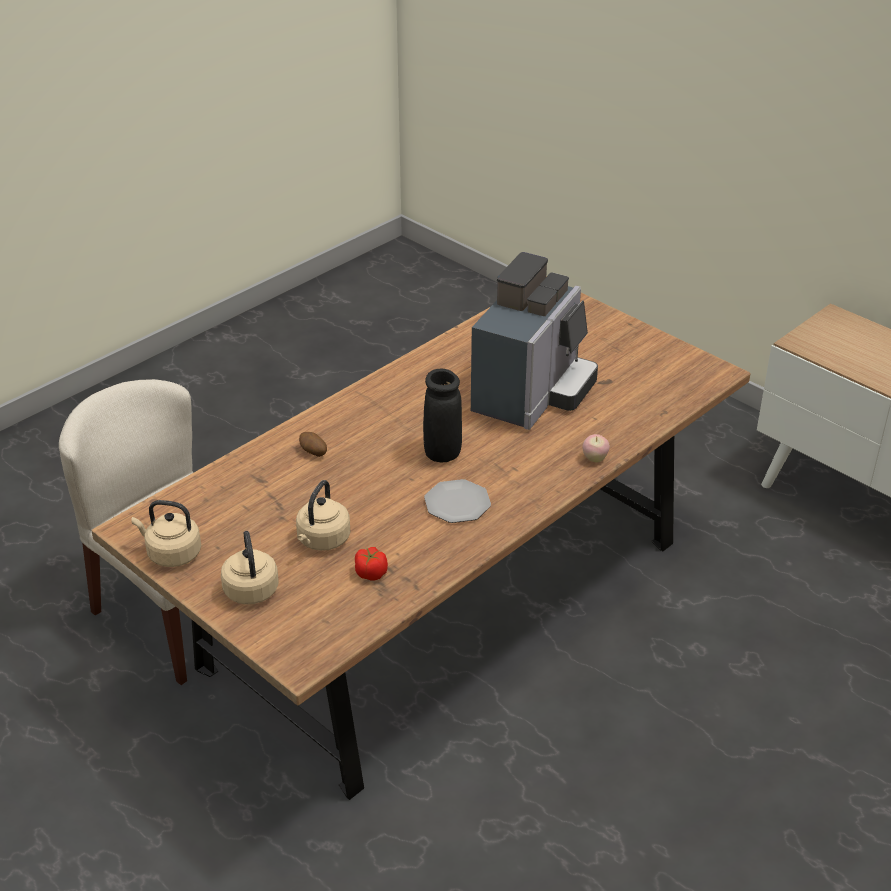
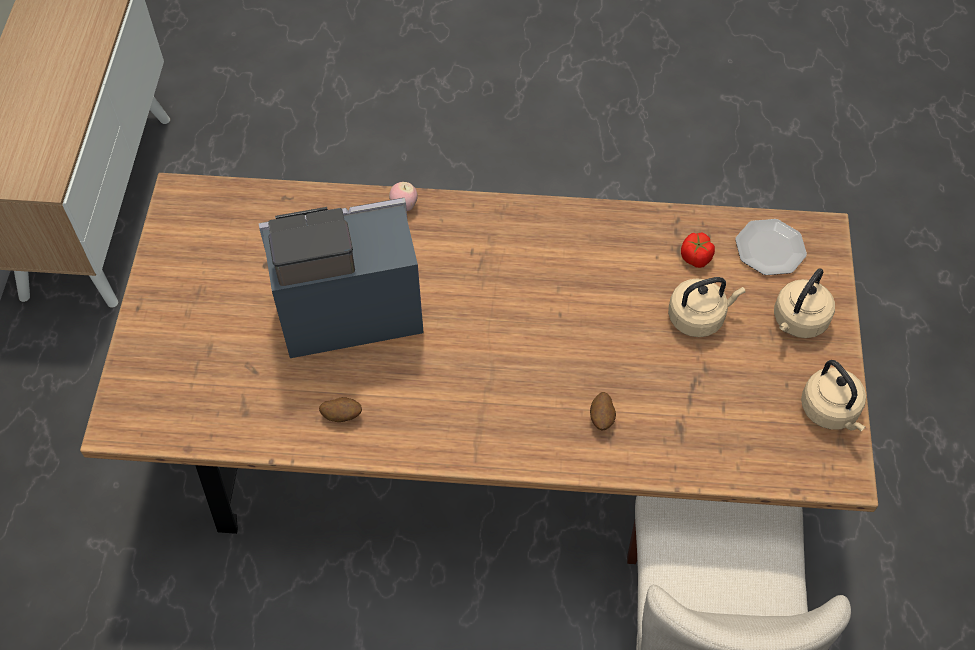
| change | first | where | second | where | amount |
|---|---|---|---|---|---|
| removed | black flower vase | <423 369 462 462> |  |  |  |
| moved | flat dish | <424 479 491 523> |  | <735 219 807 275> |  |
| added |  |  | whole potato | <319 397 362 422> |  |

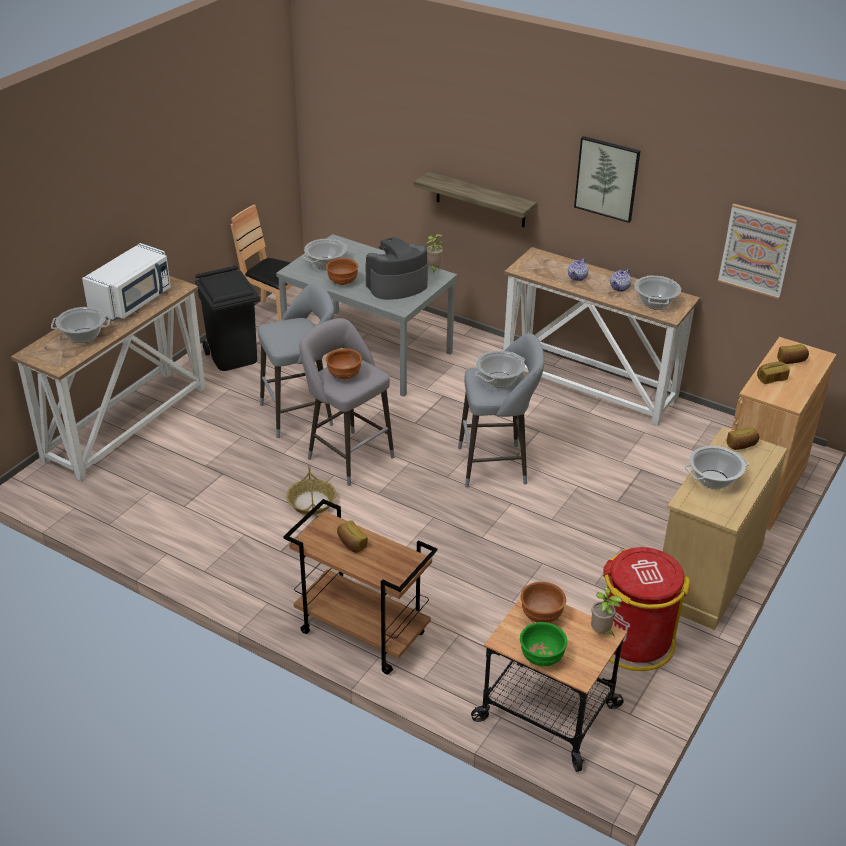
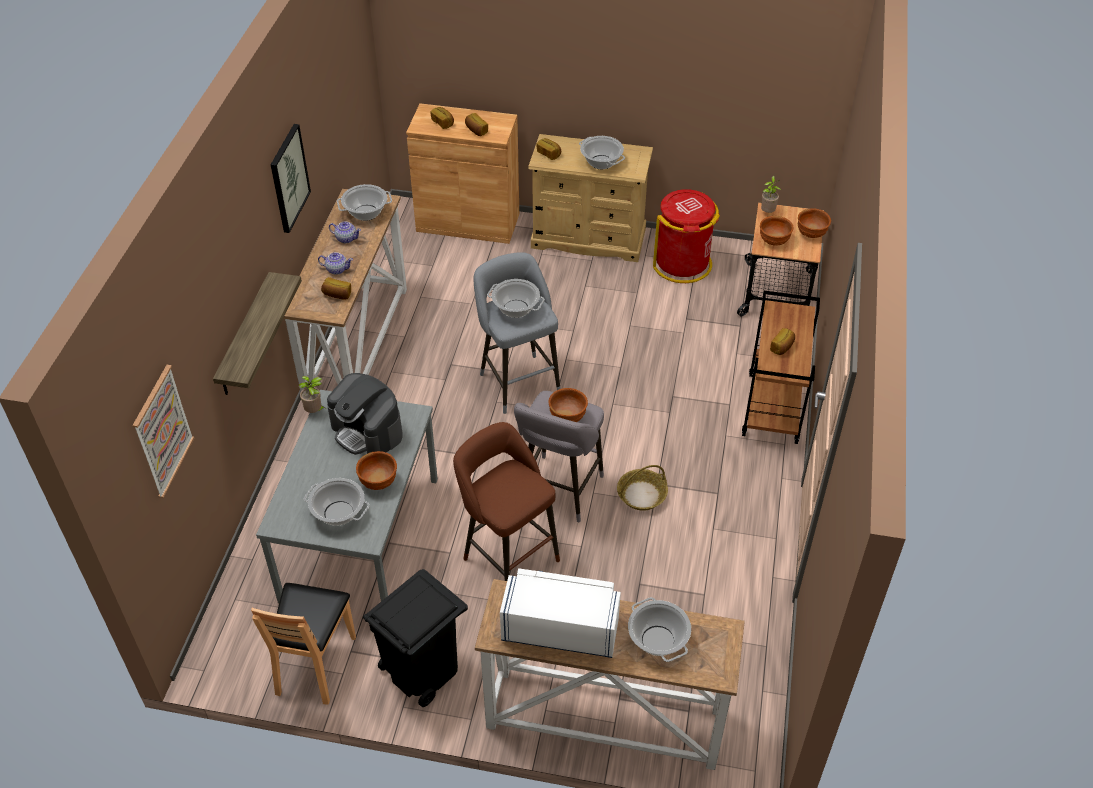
| change | first | where | second | where | amount |
|---|---|---|---|---|---|
| moved | picture | <718 203 797 299> |  | <132 365 194 498> |  |
| recoloured | greyish stool seat | <258 283 334 438> | brown stool seat | <453 422 560 581> |  |
| recoloured | greenish serving bowl | <520 622 567 666> | brown serving bowl | <798 208 831 238> |  |
| added |  |  | baked bread | <321 277 351 300> |  |

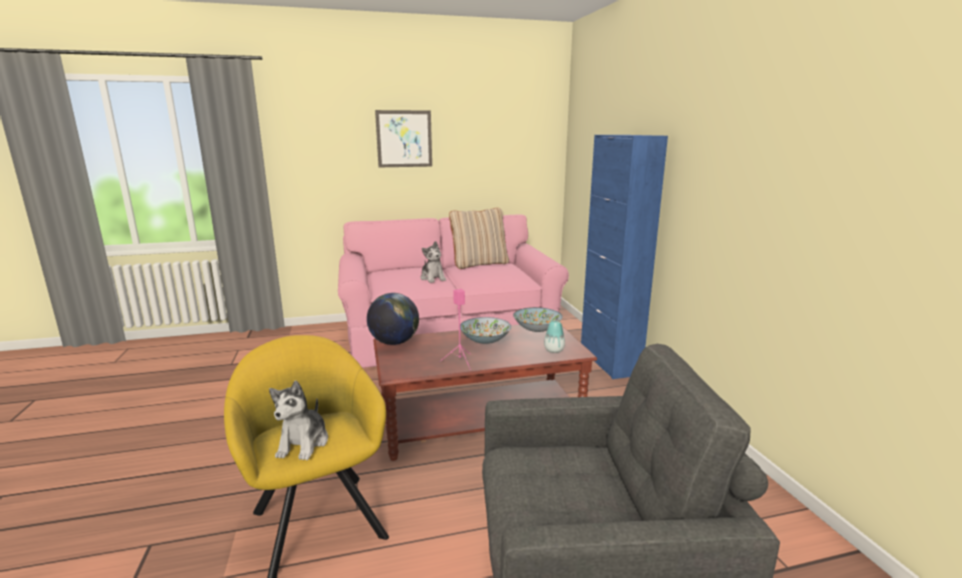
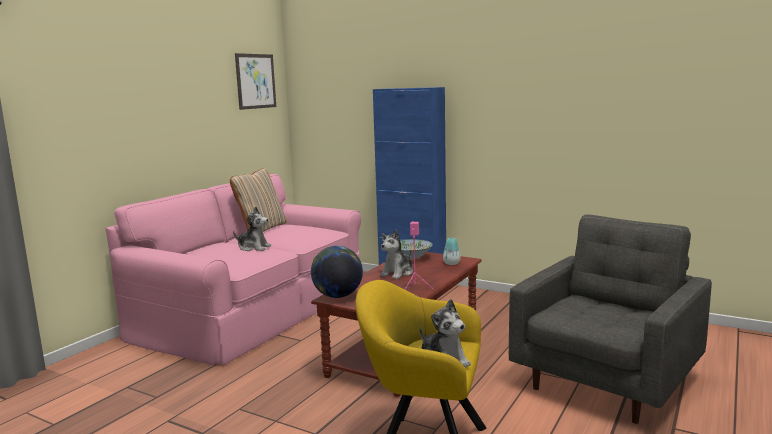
| change | first | where | second | where | amount |
|---|---|---|---|---|---|
| moved | picture | <375 110 432 167> |  | <235 53 276 110> |  |
| replaced | serving bowl | <460 317 511 344> | cuddly toy | <380 229 413 279> |  |

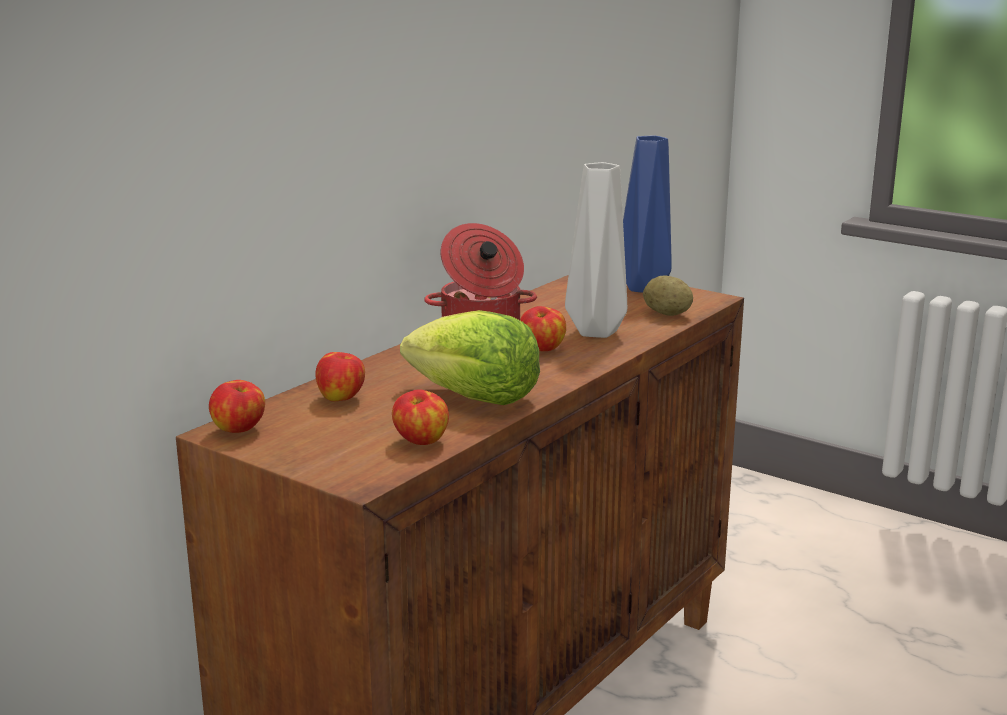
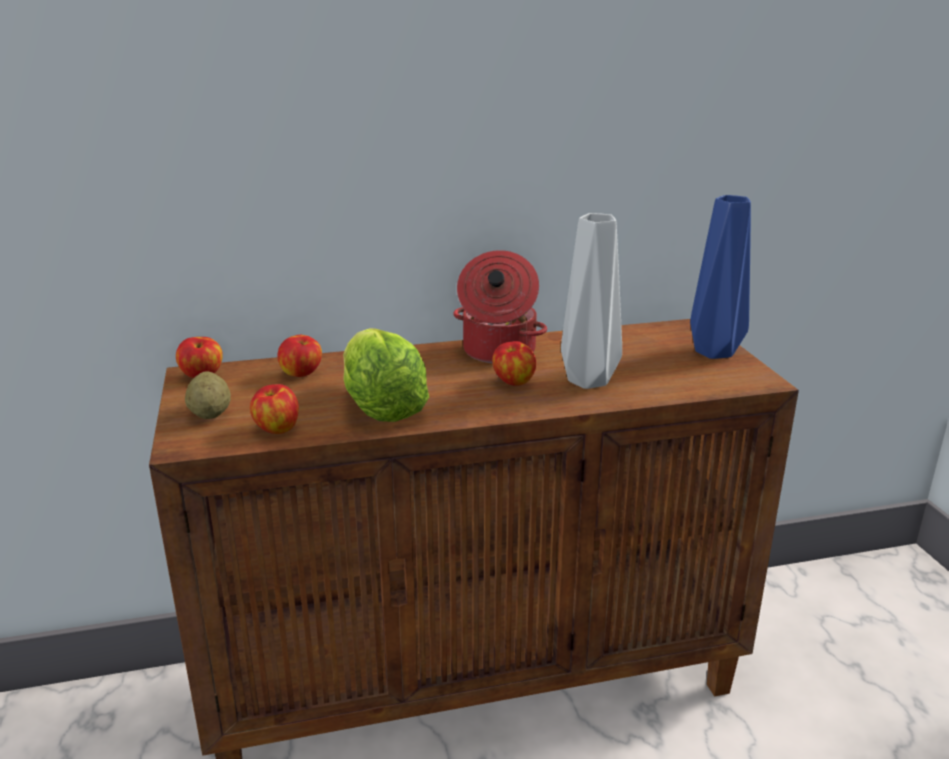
| change | first | where | second | where | amount |
|---|---|---|---|---|---|
| moved | whole potato | <643 276 693 316> |  | <185 371 231 419> |  |

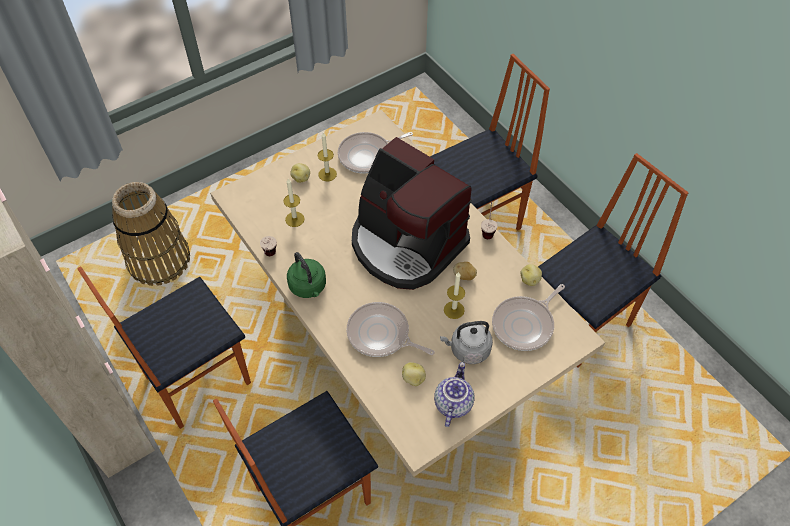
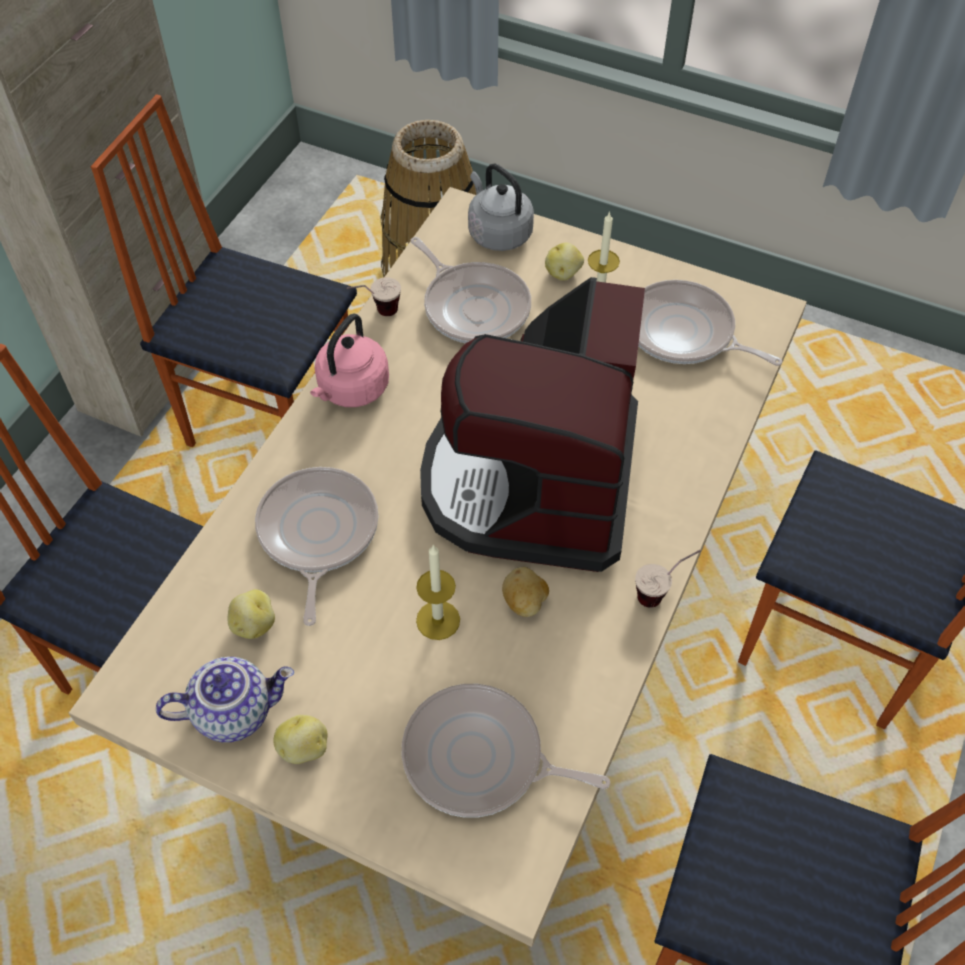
| change | first | where | second | where | amount |
|---|---|---|---|---|---|
| replaced | candle | <283 179 305 227> | frying pan | <410 237 531 343> |  |
| recoloured | greenish water kettle | <287 252 326 298> | pink water kettle | <310 314 389 407> |  |
| moved | whole potato | <520 264 542 286> |  | <274 715 327 764> |  |
| moved | greyish water kettle | <440 321 493 364> |  | <468 164 534 251> |  |

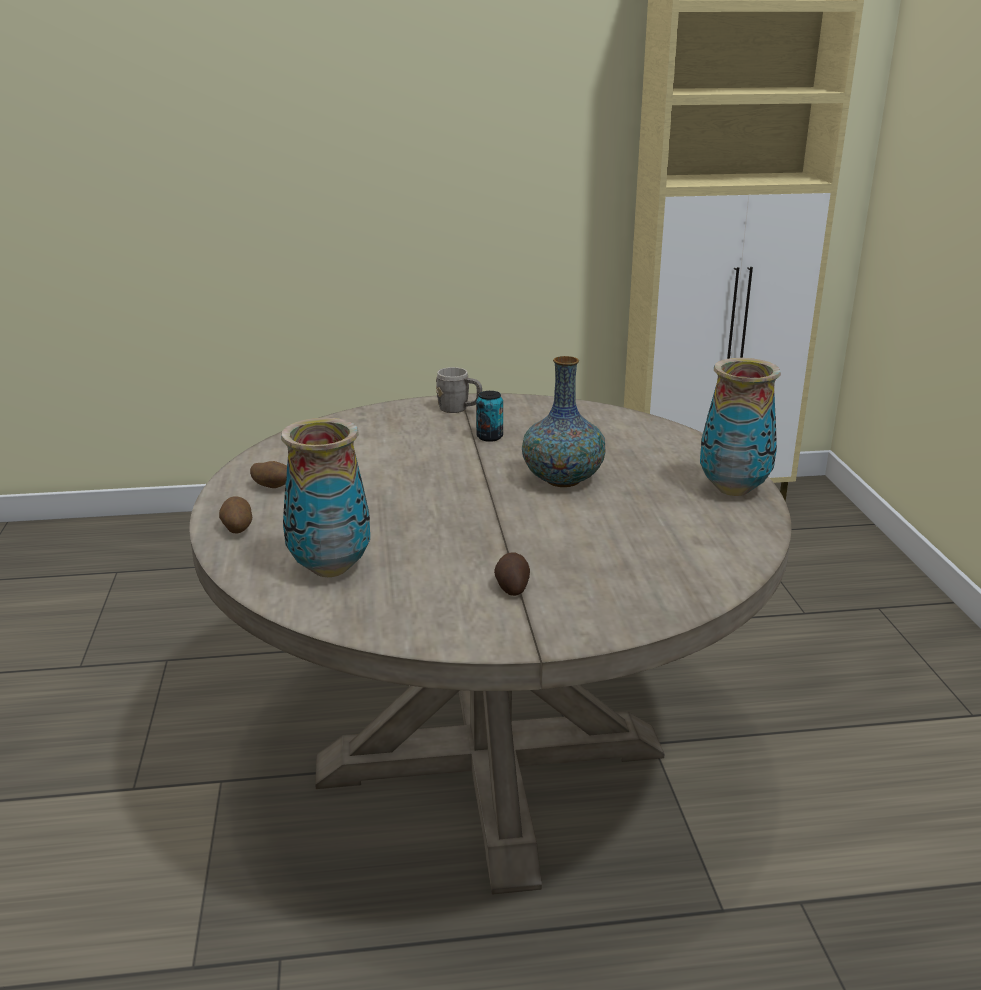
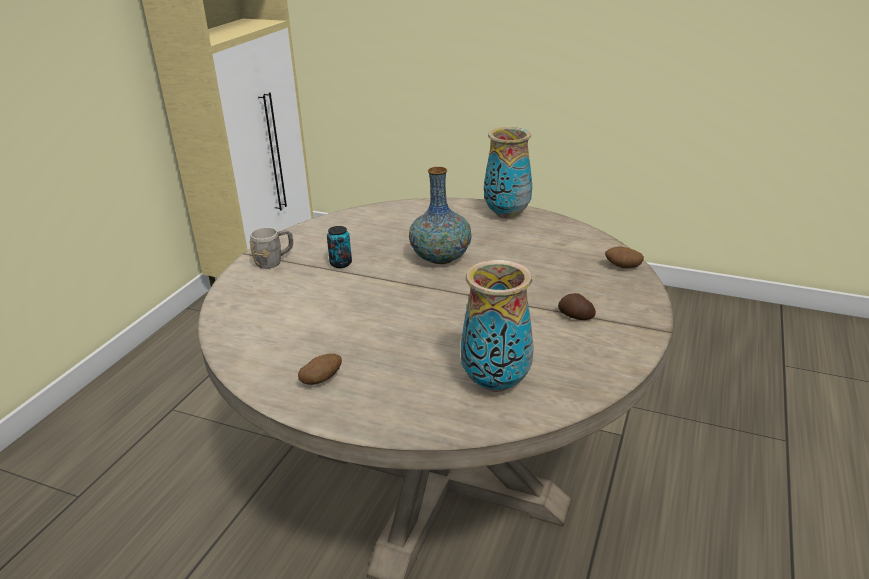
| change | first | where | second | where | amount |
|---|---|---|---|---|---|
| moved | whole potato | <219 496 252 533> |  | <605 246 644 268> |  |

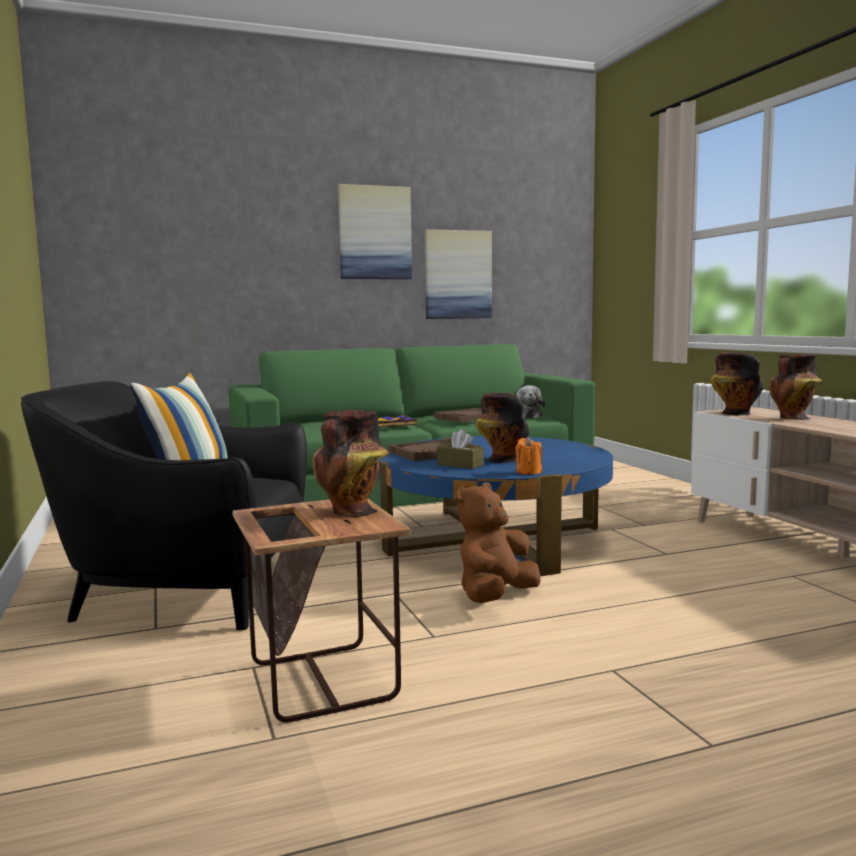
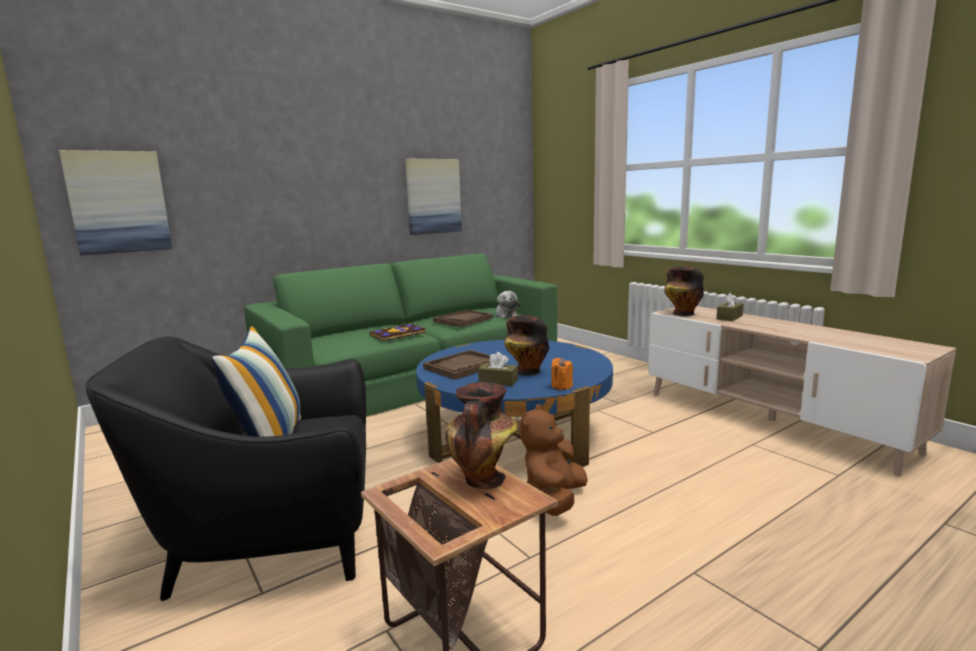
| change | first | where | second | where | amount |
|---|---|---|---|---|---|
| moved | picture | <338 184 412 279> |  | <59 150 172 256> |  |
| replaced | flower vase | <769 354 823 420> | brown tissue holder | <716 293 743 321> |  |

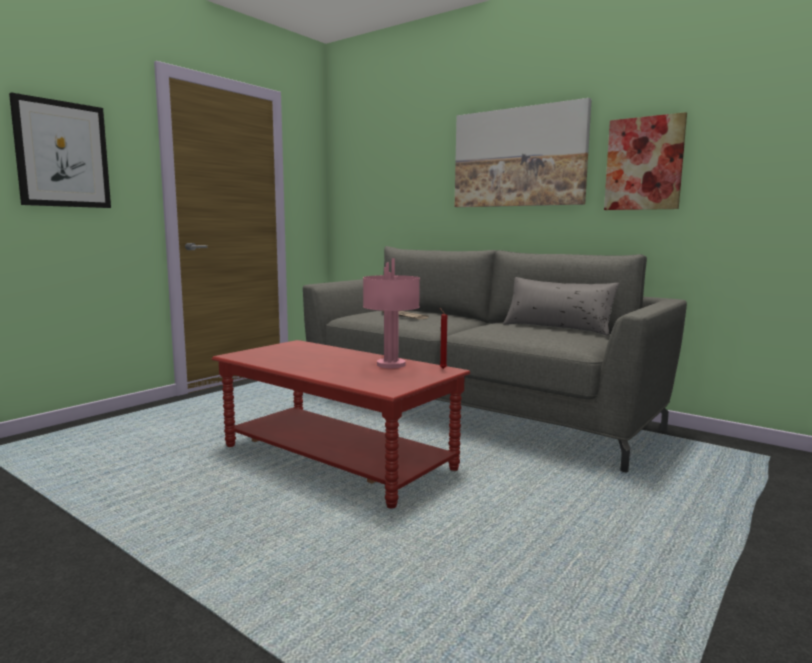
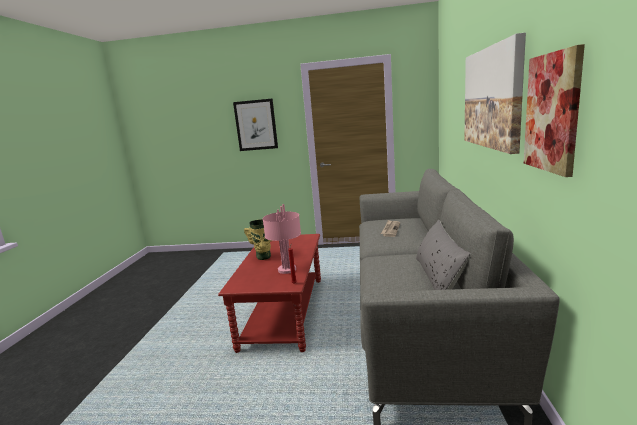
| change | first | where | second | where | amount |
|---|---|---|---|---|---|
| added |  |  | flower vase | <244 219 271 260> |  |

